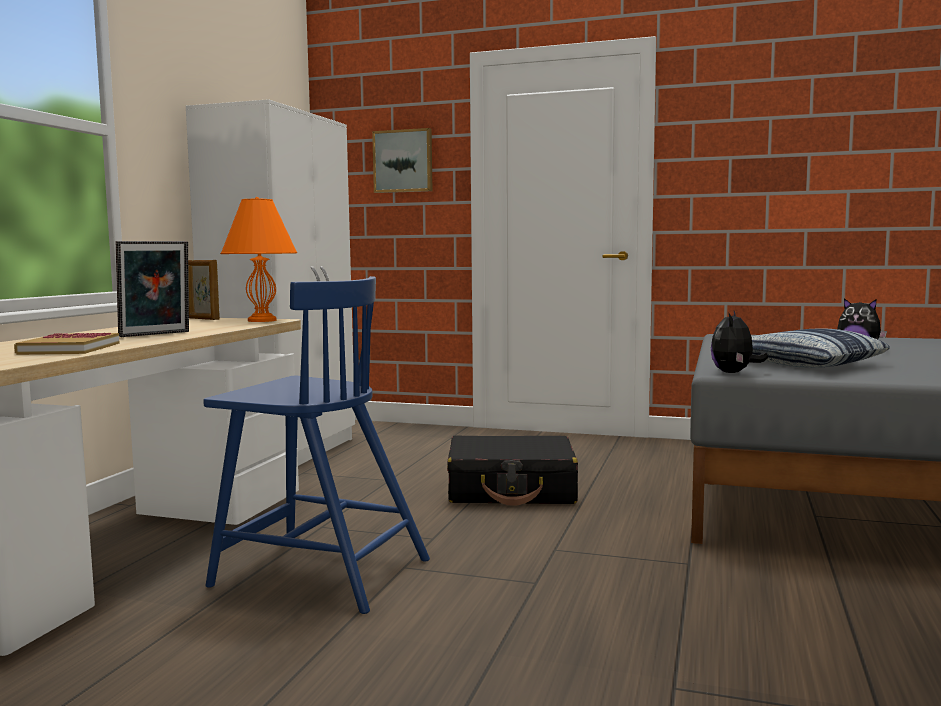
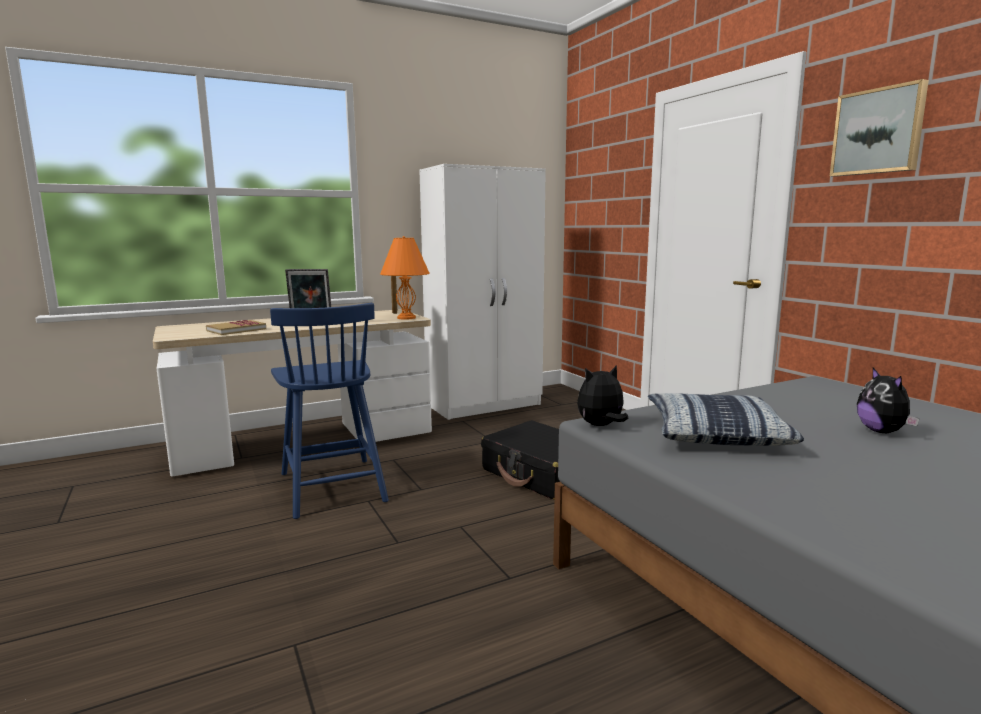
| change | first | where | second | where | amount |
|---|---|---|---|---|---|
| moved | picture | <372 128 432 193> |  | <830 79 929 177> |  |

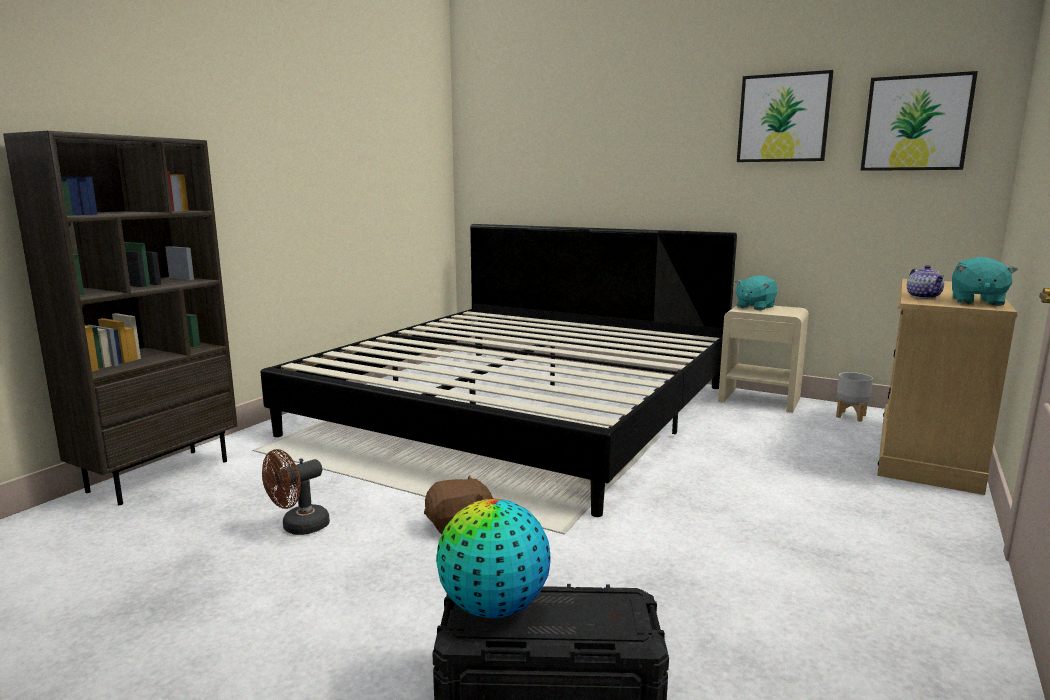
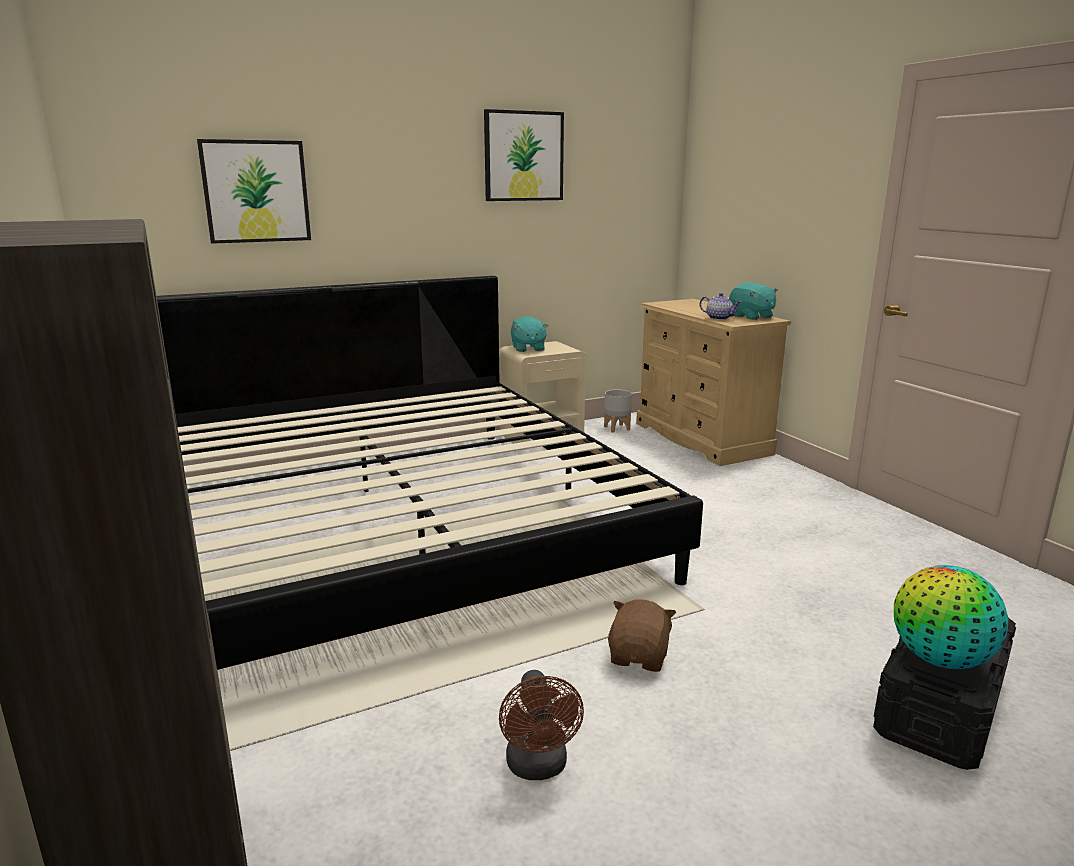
| change | first | where | second | where | amount |
|---|---|---|---|---|---|
| moved | picture | <861 71 978 171> |  | <197 139 311 244> |  |

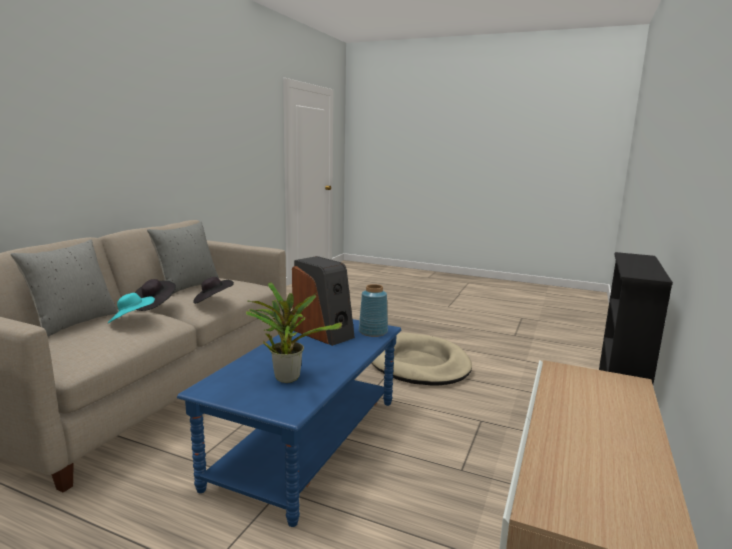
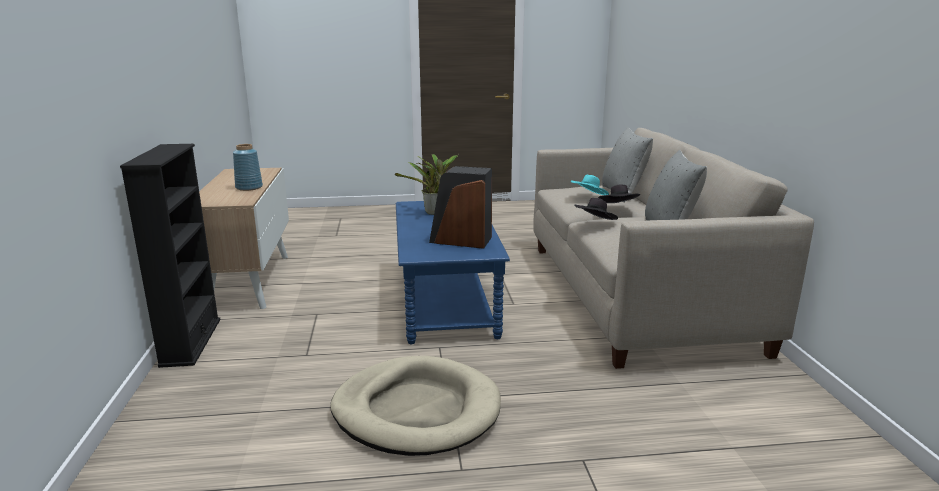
| change | first | where | second | where | amount |
|---|---|---|---|---|---|
| moved | blue-coloured flower vase | <359 284 388 337> |  | <233 144 263 191> |  |

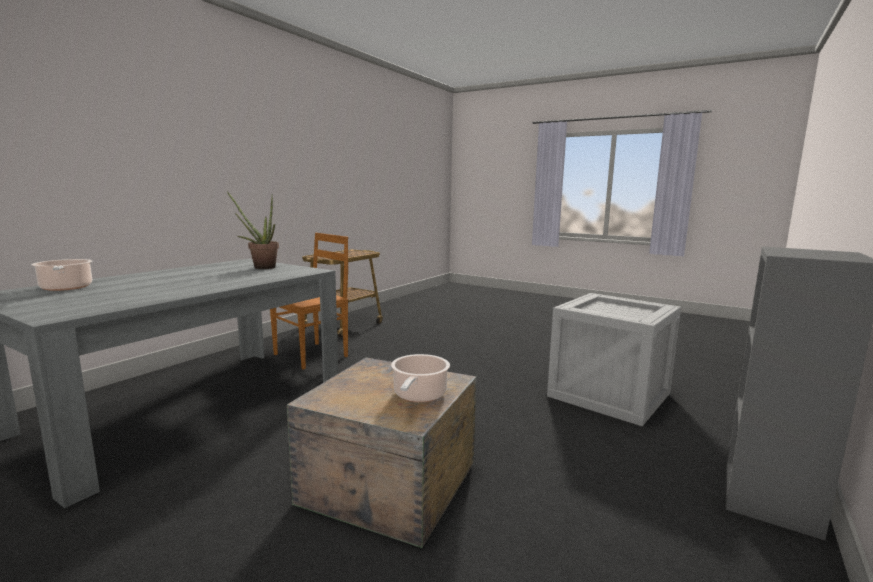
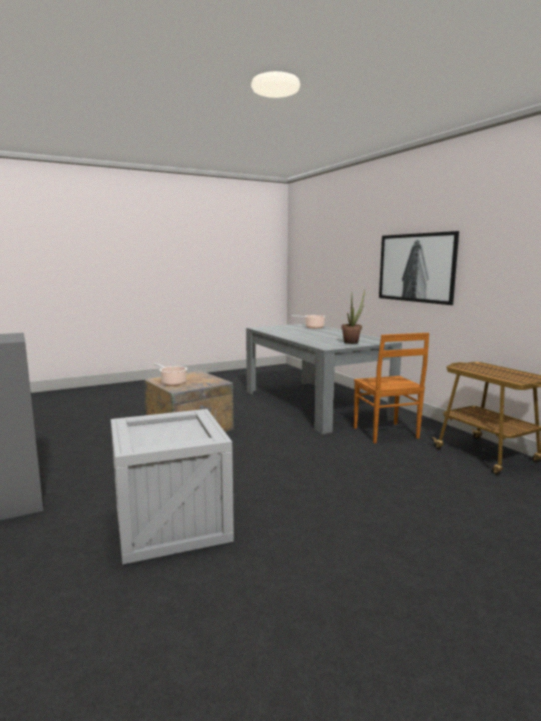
| change | first | where | second | where | amount |
|---|---|---|---|---|---|
| added |  |  | picture | <379 231 459 305> |  |

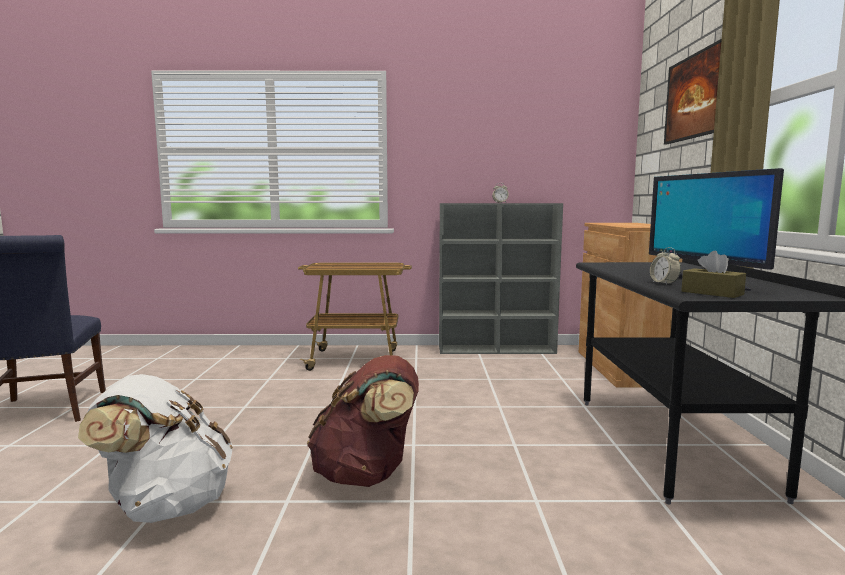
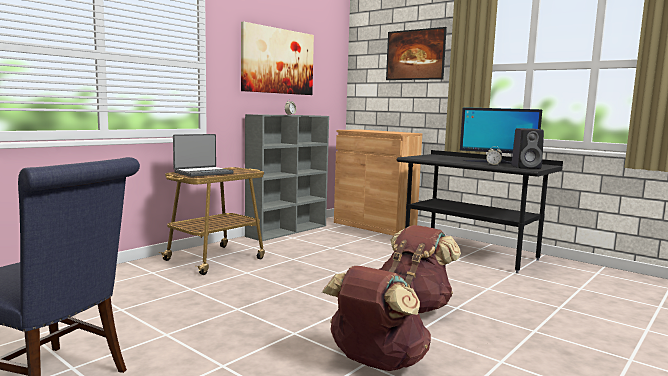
| change | first | where | second | where | amount |
|---|---|---|---|---|---|
| replaced | brown tissue holder | <681 251 746 298> | black speaker | <511 128 544 169> |  |
| recoloured | white backpack | <78 374 233 523> | brown backpack | <322 266 431 371> |  |
| added |  |  | picture | <241 21 314 95> |  |
| added |  |  | laptop | <173 134 233 177> |  |

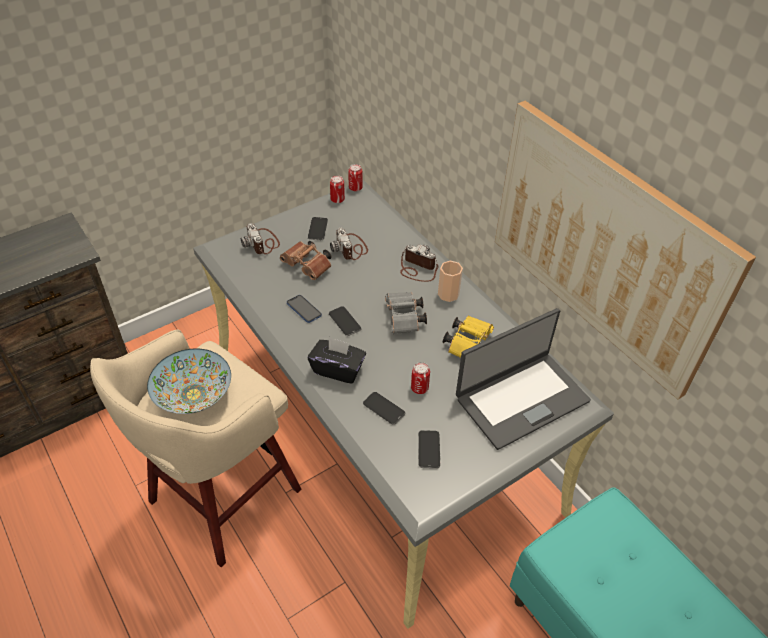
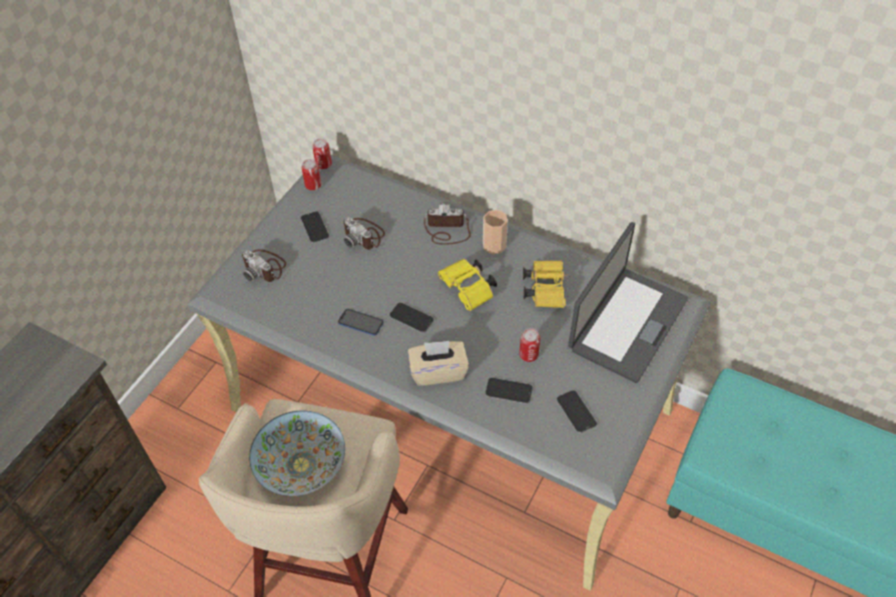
| change | first | where | second | where | amount |
|---|---|---|---|---|---|
| removed | picture | <495 101 756 400> |  |  |  |
| removed | brown field glasses | <280 241 332 280> |  |  |  |
| recoloured | greyish field glasses | <385 292 427 334> | yellow field glasses | <438 259 497 311> |  |
| recoloured | black tissue holder | <308 337 366 384> | beige tissue holder | <408 341 469 386> |  |

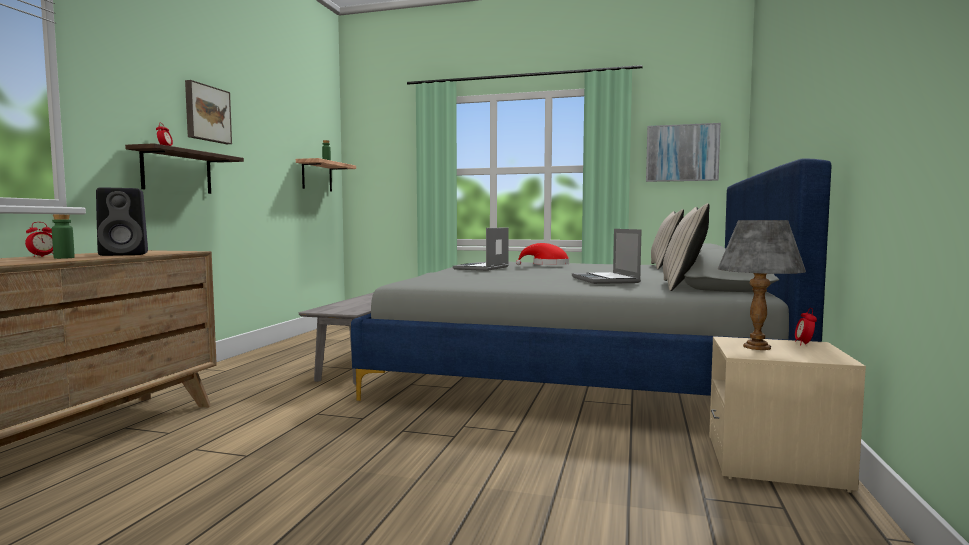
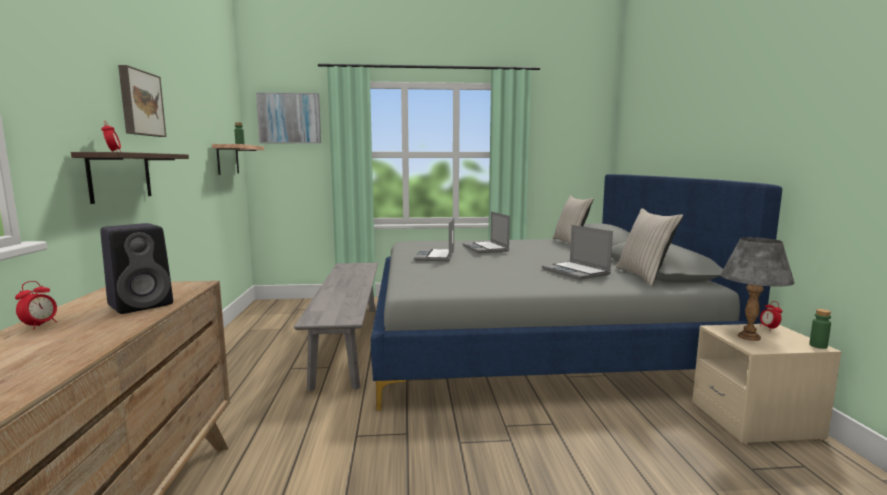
| change | first | where | second | where | amount |
|---|---|---|---|---|---|
| moved | picture | <646 123 721 182> |  | <256 92 321 143> |  |
| moved | greenish beverage bottle | <52 214 75 259> |  | <809 309 831 349> |  |
| replaced | red-coloured wearable hat | <516 243 569 265> | laptop | <463 211 510 253> |  |

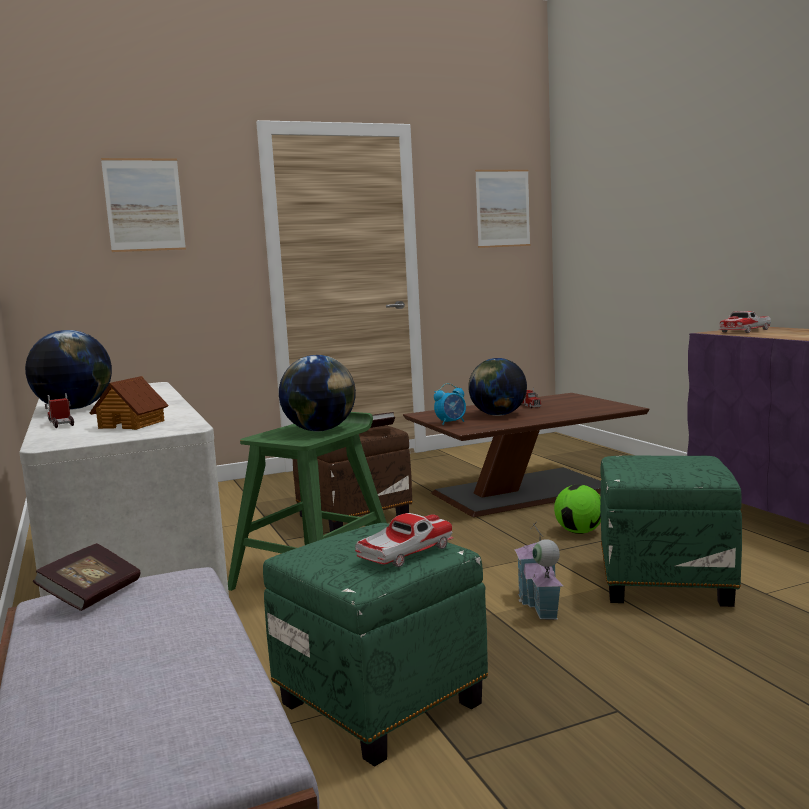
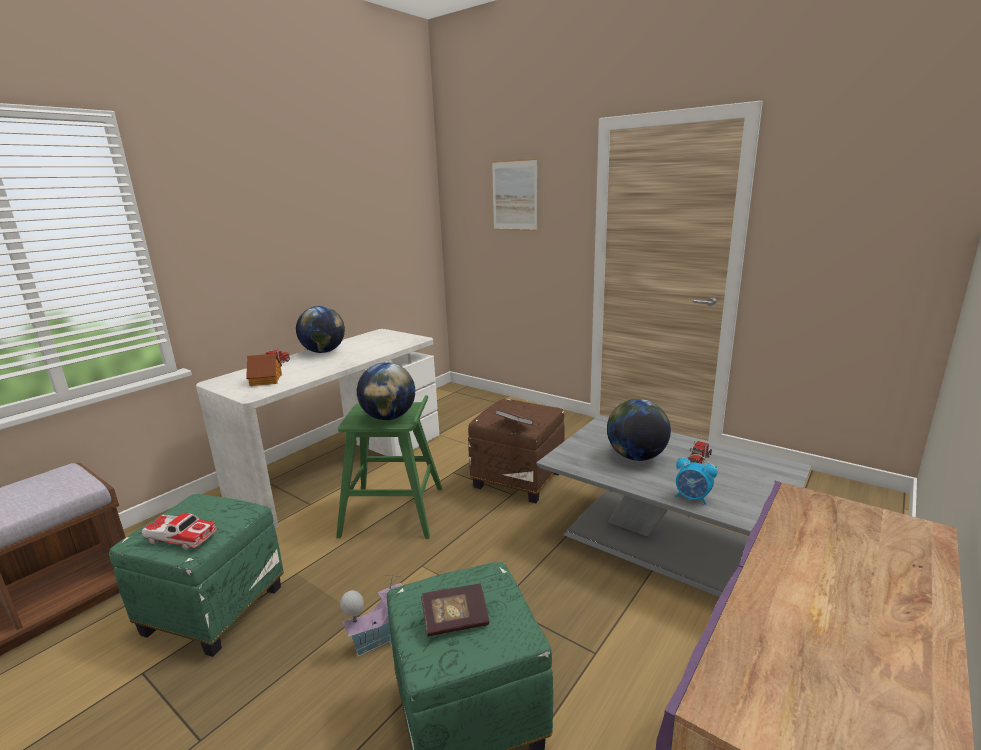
| change | first | where | second | where | amount |
|---|---|---|---|---|---|
| removed | picture | <475 170 530 248> |  |  |  |
| removed | toy car | <719 311 771 333> |  |  |  |
| moved | table clock | <434 383 466 425> |  | <675 454 718 505> |  |
| recoloured | brown low table | <403 393 649 517> | greyish low table | <536 415 811 597> |  |
| removed | football | <554 484 601 534> |  |  |  |
| moved | volume | <32 543 141 611> |  | <421 583 489 637> |  |

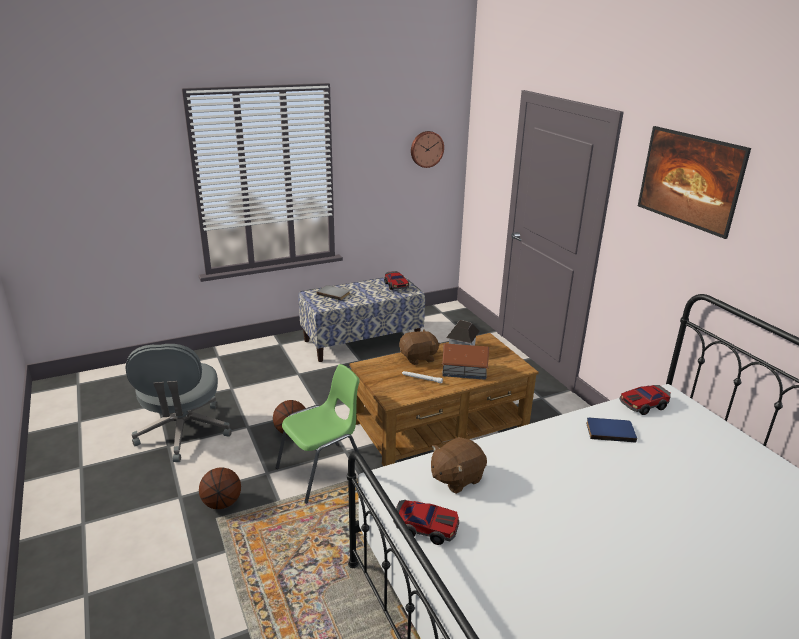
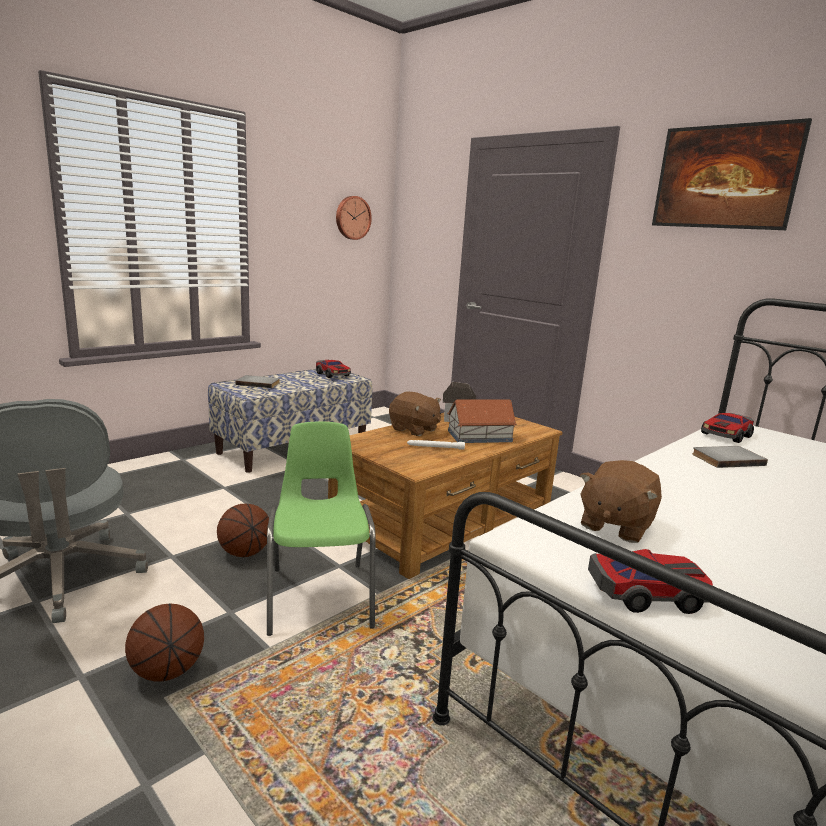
| change | first | where | second | where | amount |
|---|---|---|---|---|---|
| turned | brown cuddly toy | <399 329 440 365> |  | <389 392 441 436> | 75 degrees clockwise |
| turned | greenish plain chair | <276 364 360 504> |  | <267 422 375 636> | 45 degrees counterclockwise |
| recoloured | blue-coloured volume | <586 418 637 443> | greyish volume | <692 446 768 468> |  |

